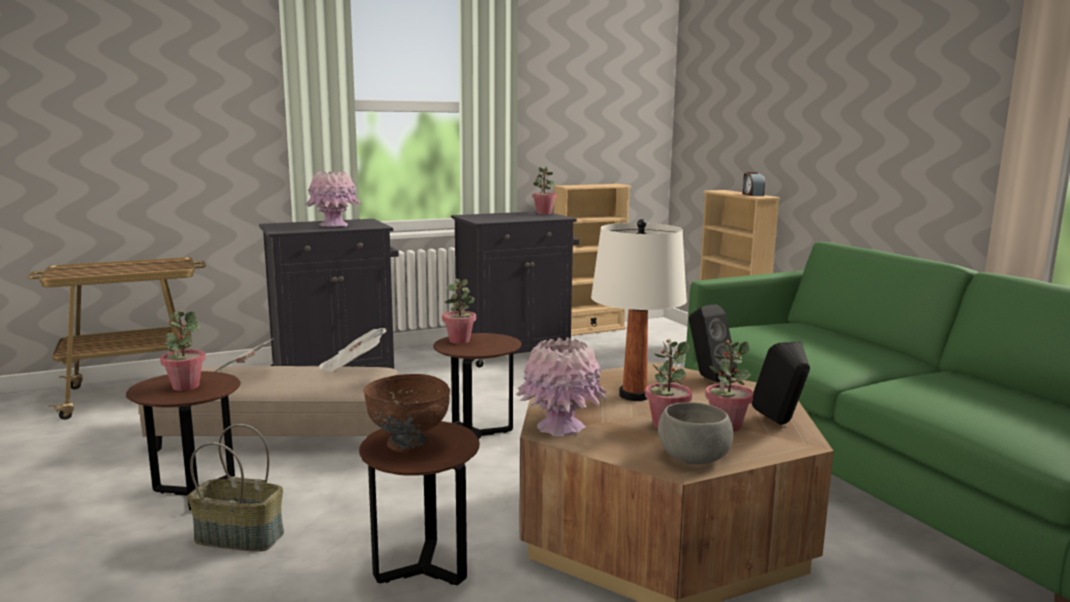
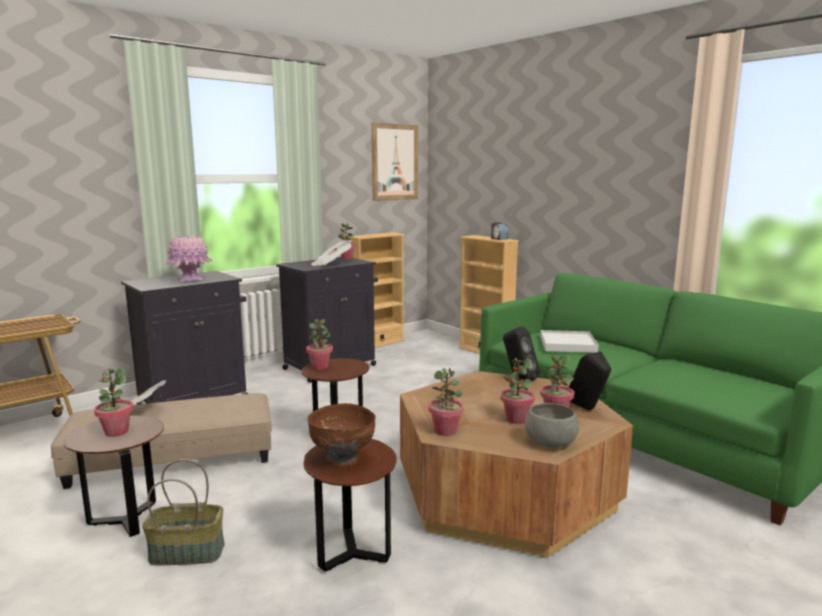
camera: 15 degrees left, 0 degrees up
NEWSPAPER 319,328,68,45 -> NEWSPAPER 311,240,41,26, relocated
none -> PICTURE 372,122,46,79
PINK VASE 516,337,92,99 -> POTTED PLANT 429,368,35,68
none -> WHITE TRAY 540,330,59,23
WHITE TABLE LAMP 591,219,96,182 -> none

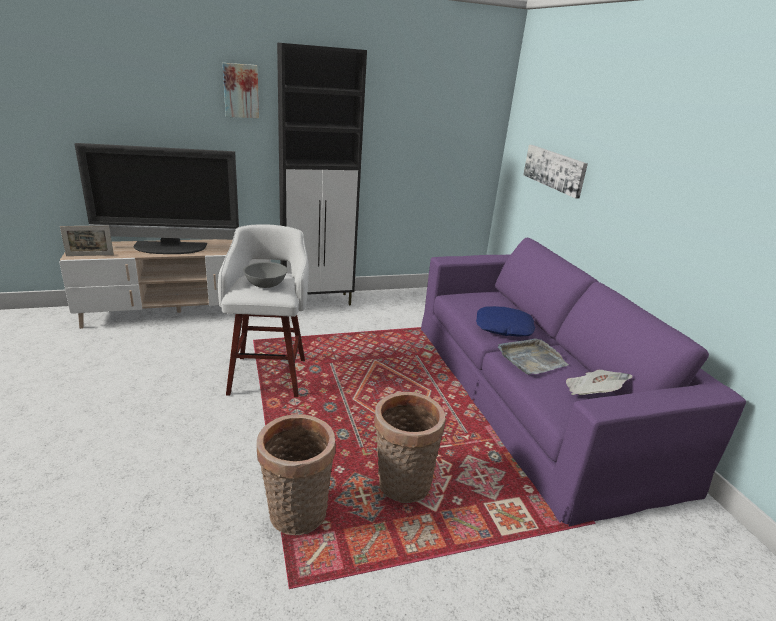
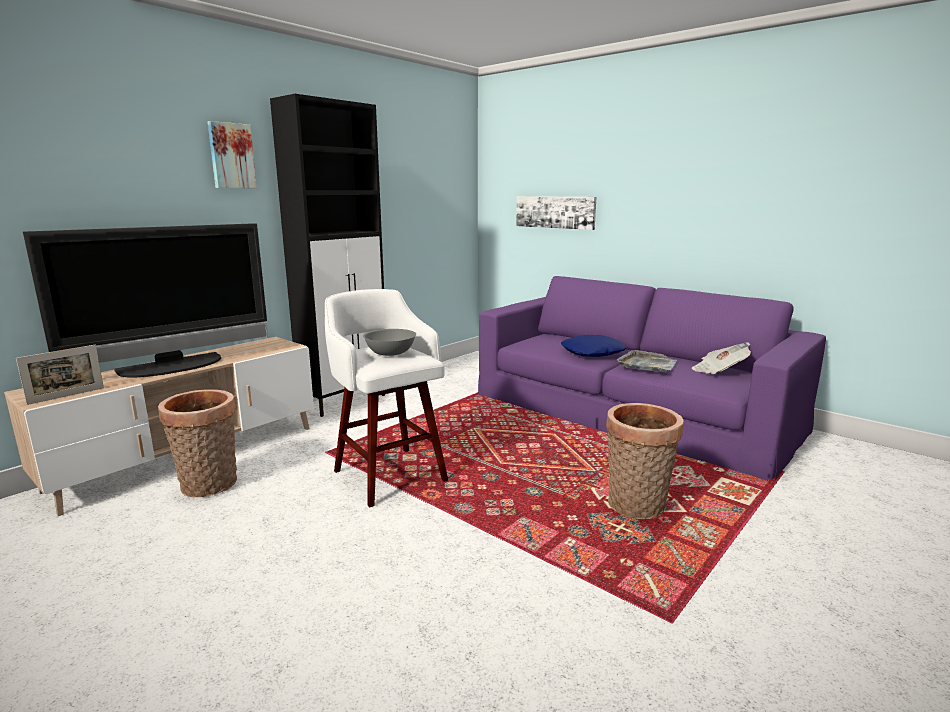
camera: 30 degrees left, 10 degrees down
BASKET 257,414,79,121 -> BASKET 158,389,79,108, relocated

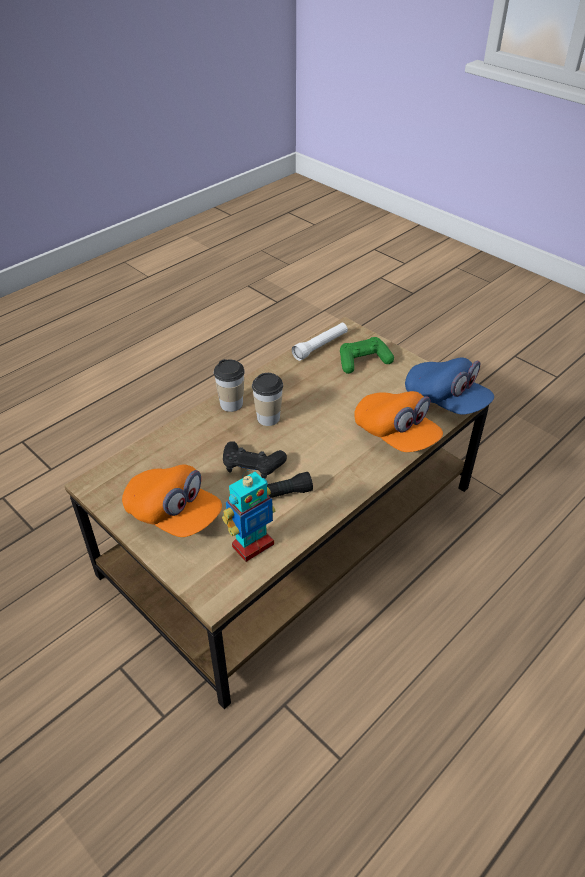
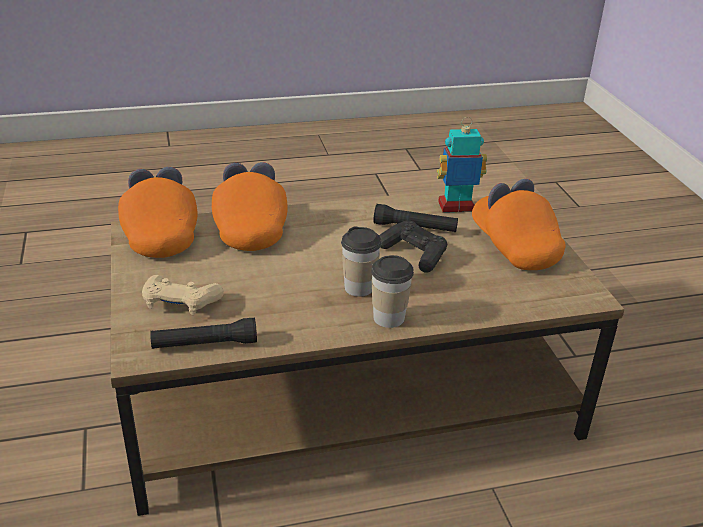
camera: 150 degrees left, 10 degrees down
BLUE CAP 405,358,89,57 -> ORANGE CAP 118,167,79,91
GREEN GAME CONTROLLER 340,337,54,37 -> BEIGE GAME CONTROLLER 142,275,82,40
WHITE FLASHLIGHT 292,323,56,38 -> BLACK FLASHLIGHT 150,318,107,31

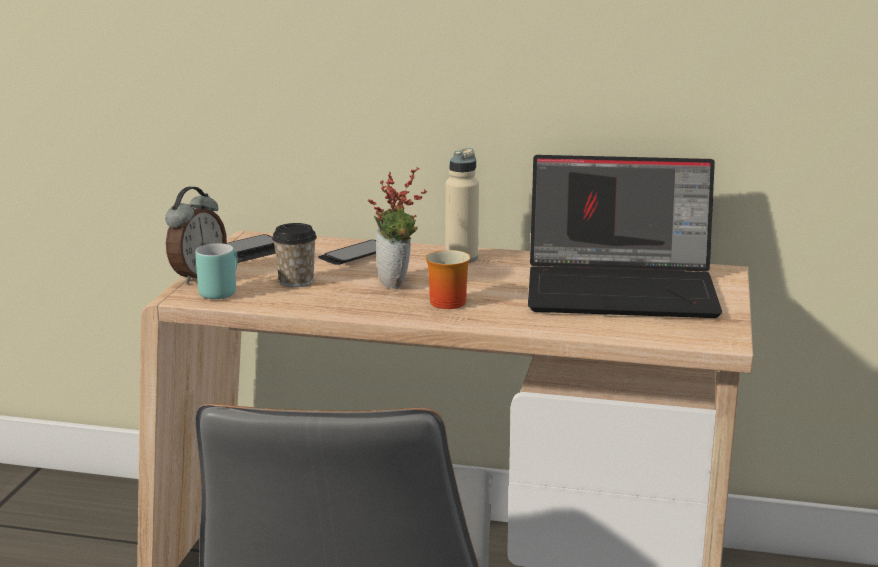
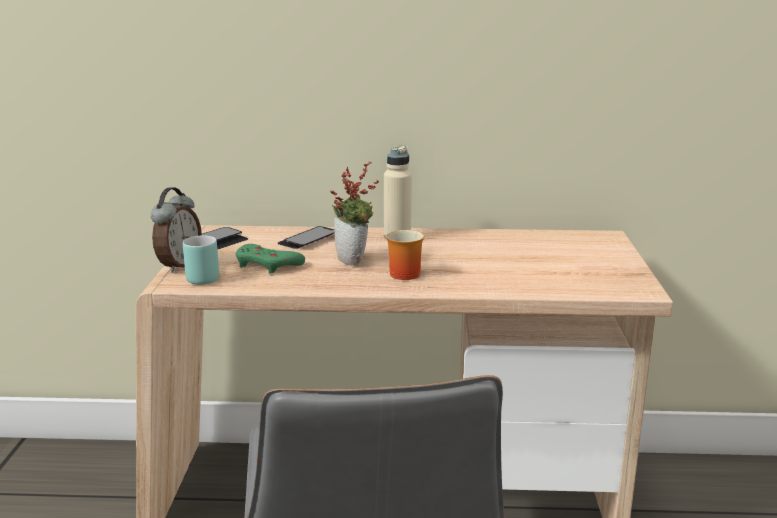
camera: 10 degrees left, 0 degrees up
CUP 272,223,45,64 -> GREEN GAME CONTROLLER 236,244,69,30
LAPTOP 528,155,194,163 -> none

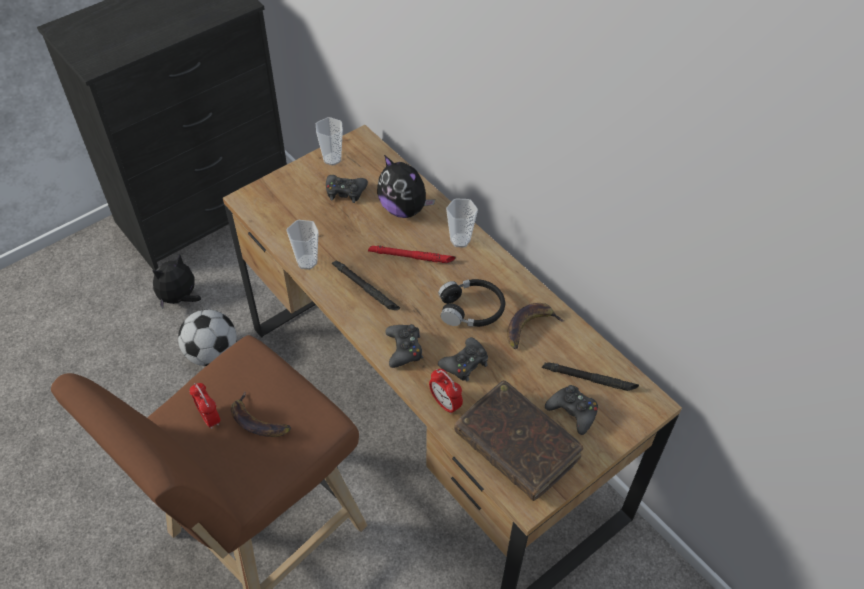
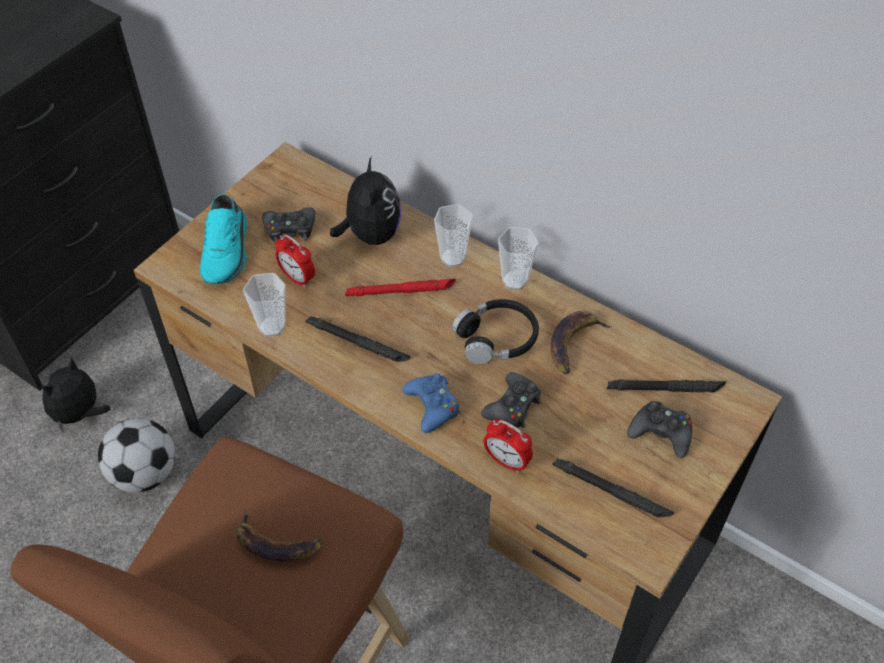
camera: 15 degrees left, 0 degrees up
none -> TURQUOISE SHOE 200,194,48,90
ALARM CLOCK 190,383,30,46 -> ALARM CLOCK 275,234,40,54, relocated
PLUSH TOY 377,155,58,63 -> PLUSH TOY 330,155,72,90, 120 degrees counterclockwise
BLACK GAME CONTROLLER 385,324,38,44 -> BLUE GAME CONTROLLER 403,373,57,60
CUP 316,117,27,48 -> CUP 498,227,41,63, relocated
BROWN BOOK 454,380,129,121 -> BLACK FLASHLIGHT 552,458,122,59

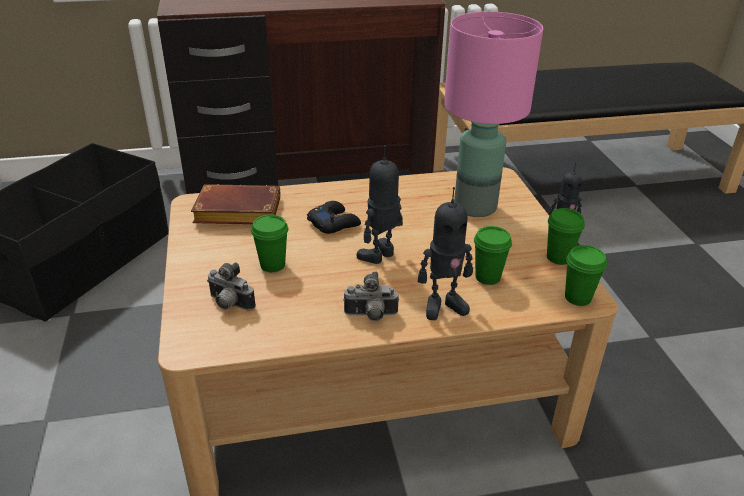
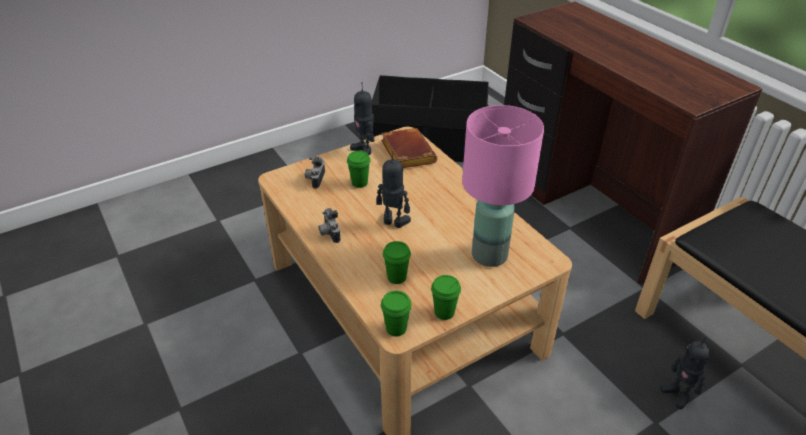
camera: 70 degrees right, 5 degrees up
TOY ROBOT 418,187,55,133 -> TOY ROBOT 350,82,25,73, relocated
BLACK GAME CONTROLLER 307,201,54,33 -> none

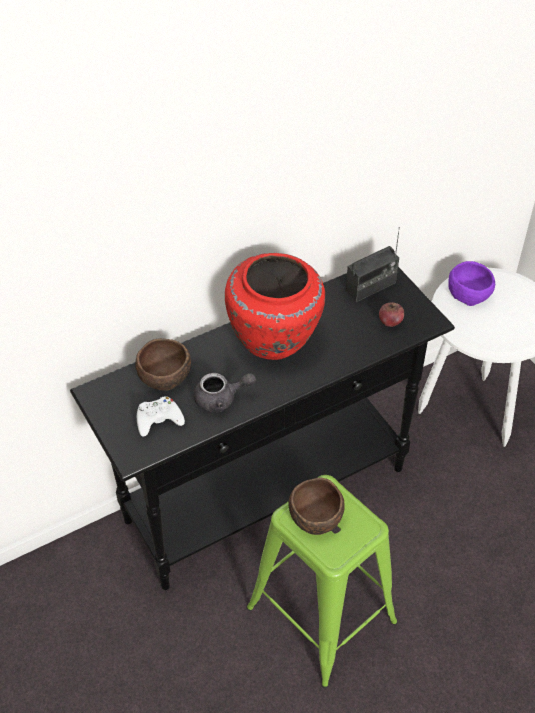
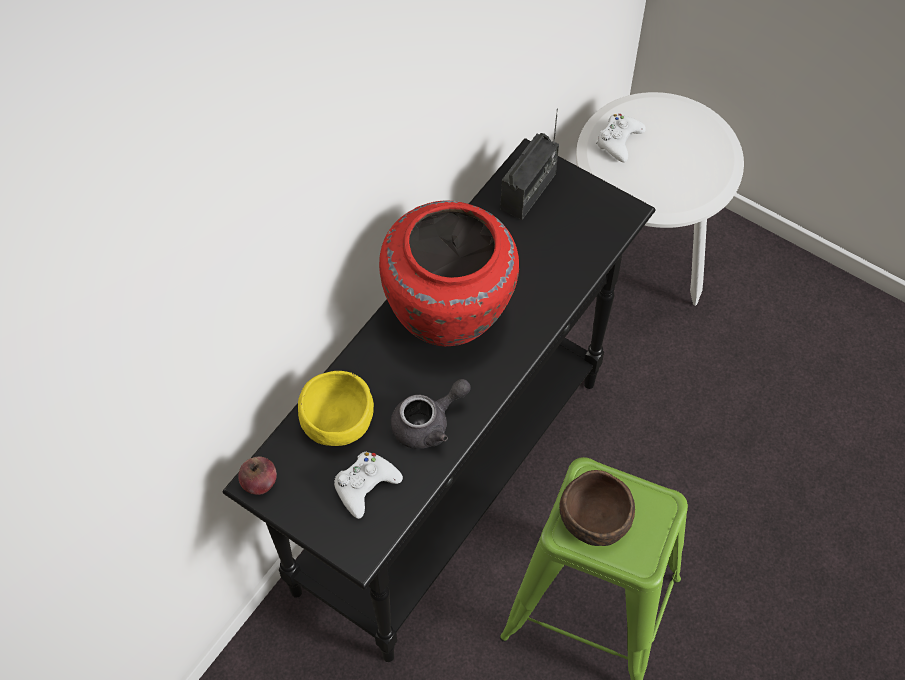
camera: 25 degrees left, 10 degrees up
APPLE 379,302,25,25 -> APPLE 238,456,39,39, relocated
BROWN BOWL 135,338,56,53 -> YELLOW BOWL 298,371,76,75
PURPLE BOWL 448,261,47,45 -> WHITE GAME CONTROLLER 596,114,50,48

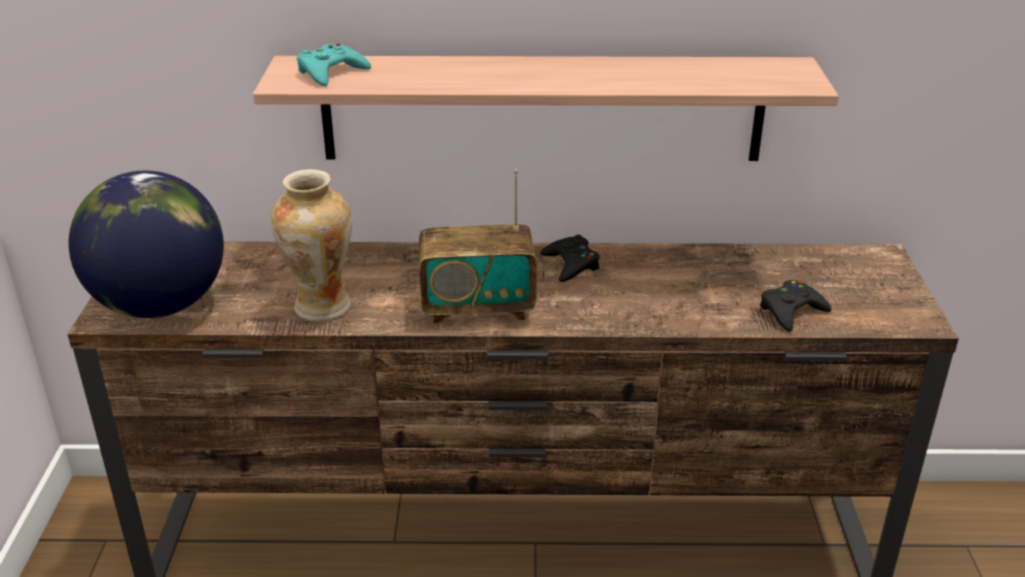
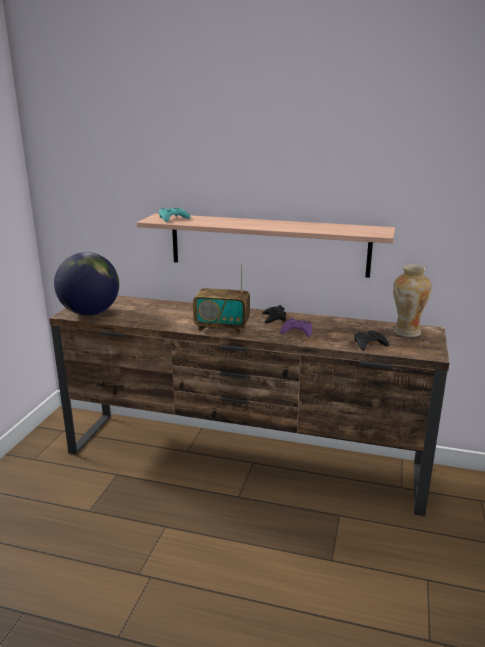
camera: 15 degrees right, 10 degrees down
none -> PURPLE GAME CONTROLLER 280,318,32,20
VASE 271,169,81,153 -> VASE 393,265,39,72, relocated

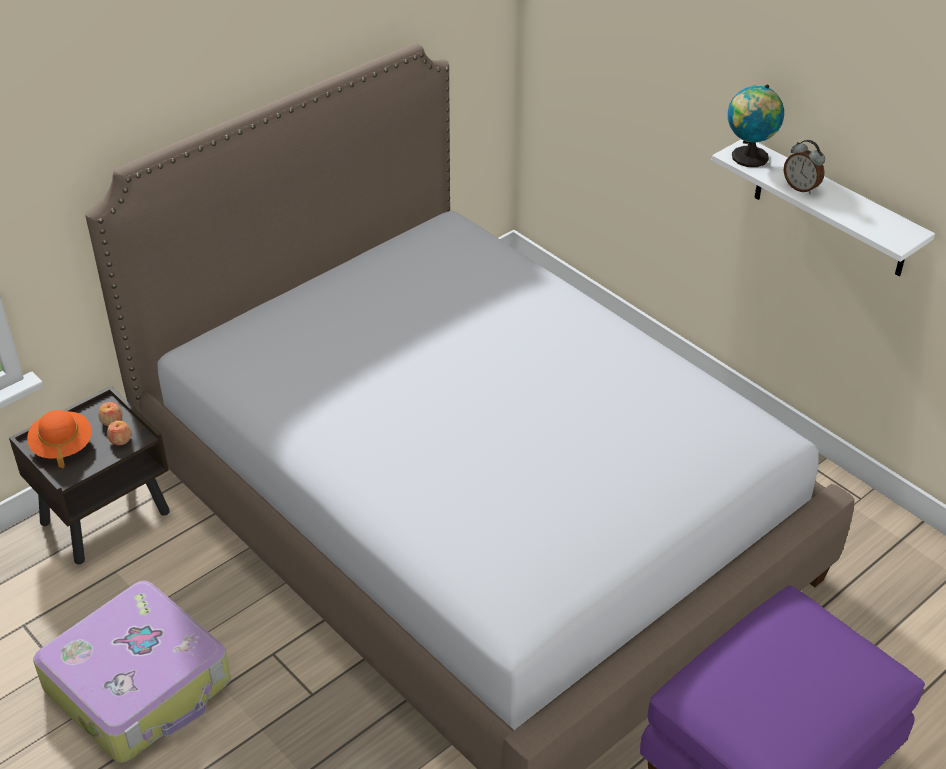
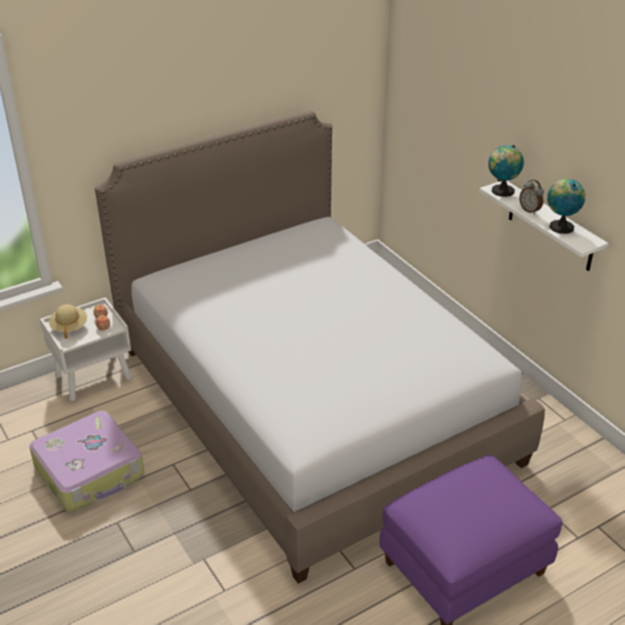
camera: 10 degrees right, 5 degrees down
BROWN NIGHTSTAND 9,386,161,178 -> WHITE NIGHTSTAND 40,297,92,104
ORANGE HAT 27,410,65,58 -> BEIGE HAT 49,304,38,35
none -> GLOBE 547,179,38,55

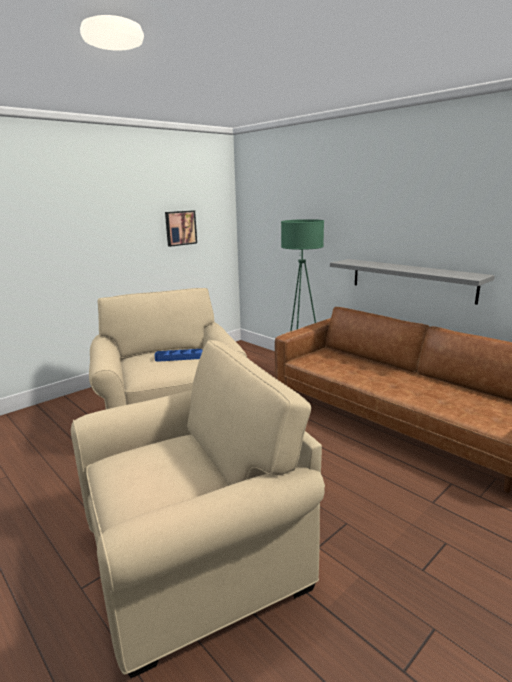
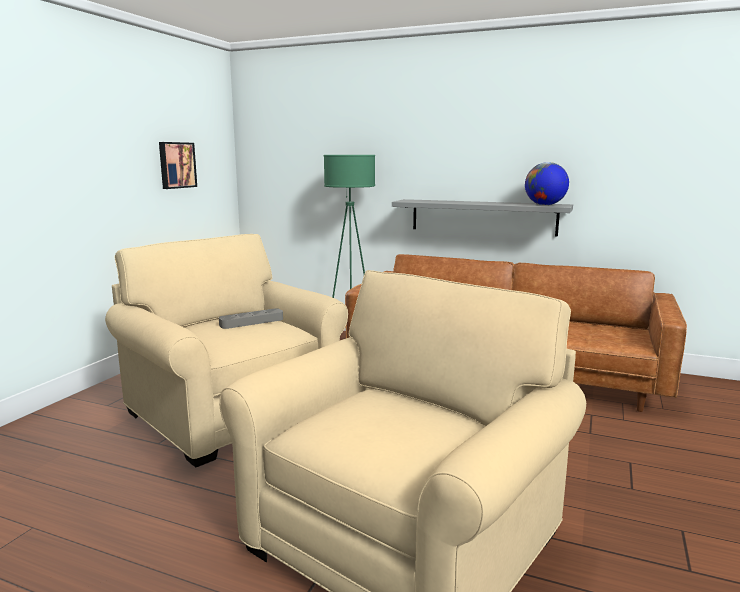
camera: 25 degrees left, 5 degrees down
BLUE TRAY 155,349,48,13 -> GREY TRAY 219,308,64,21
none -> GLOBE 525,162,44,43

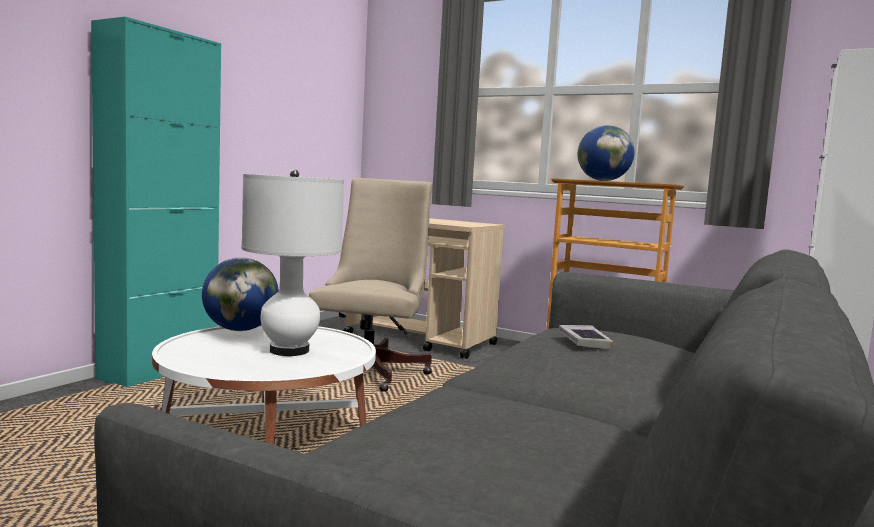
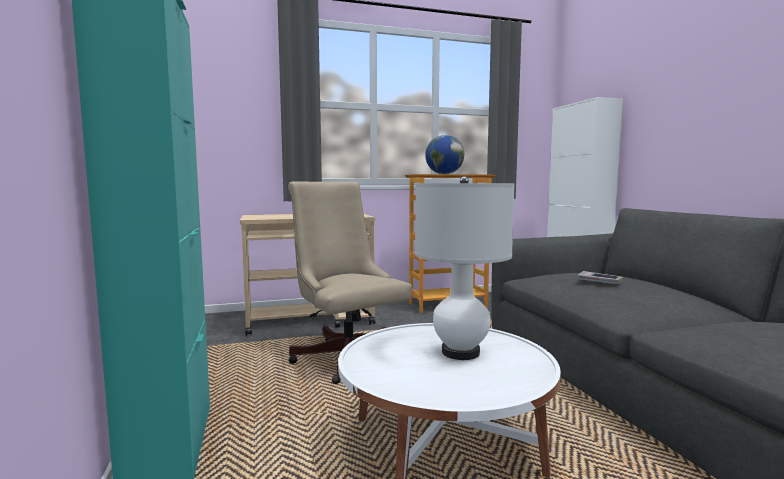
camera: 45 degrees left, 0 degrees up
GLOBE 202,257,77,74 -> none

